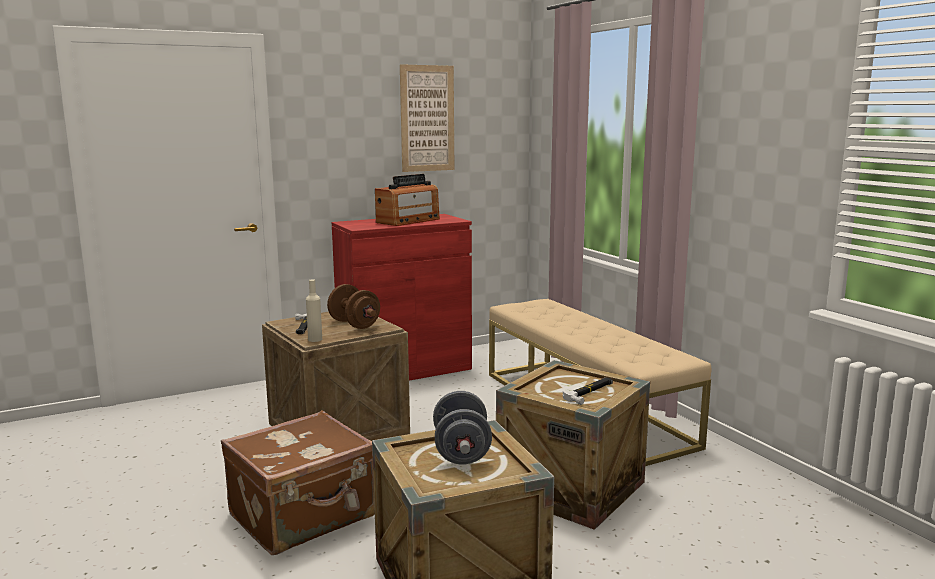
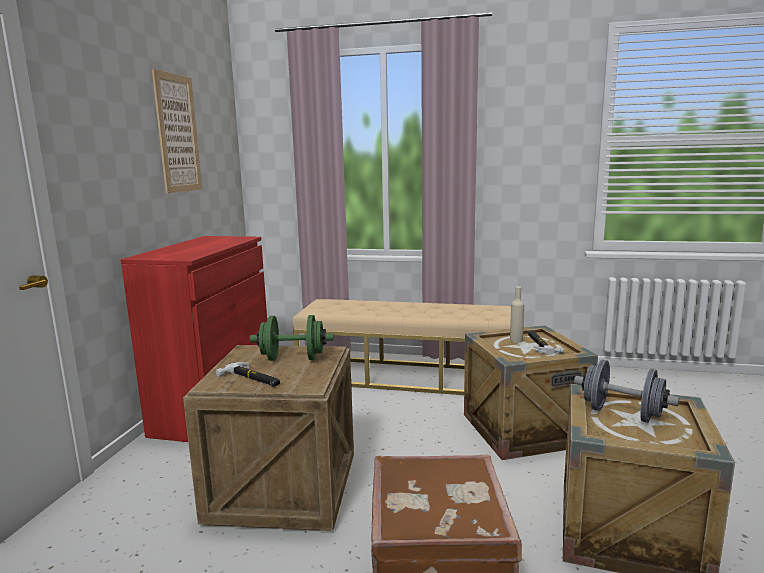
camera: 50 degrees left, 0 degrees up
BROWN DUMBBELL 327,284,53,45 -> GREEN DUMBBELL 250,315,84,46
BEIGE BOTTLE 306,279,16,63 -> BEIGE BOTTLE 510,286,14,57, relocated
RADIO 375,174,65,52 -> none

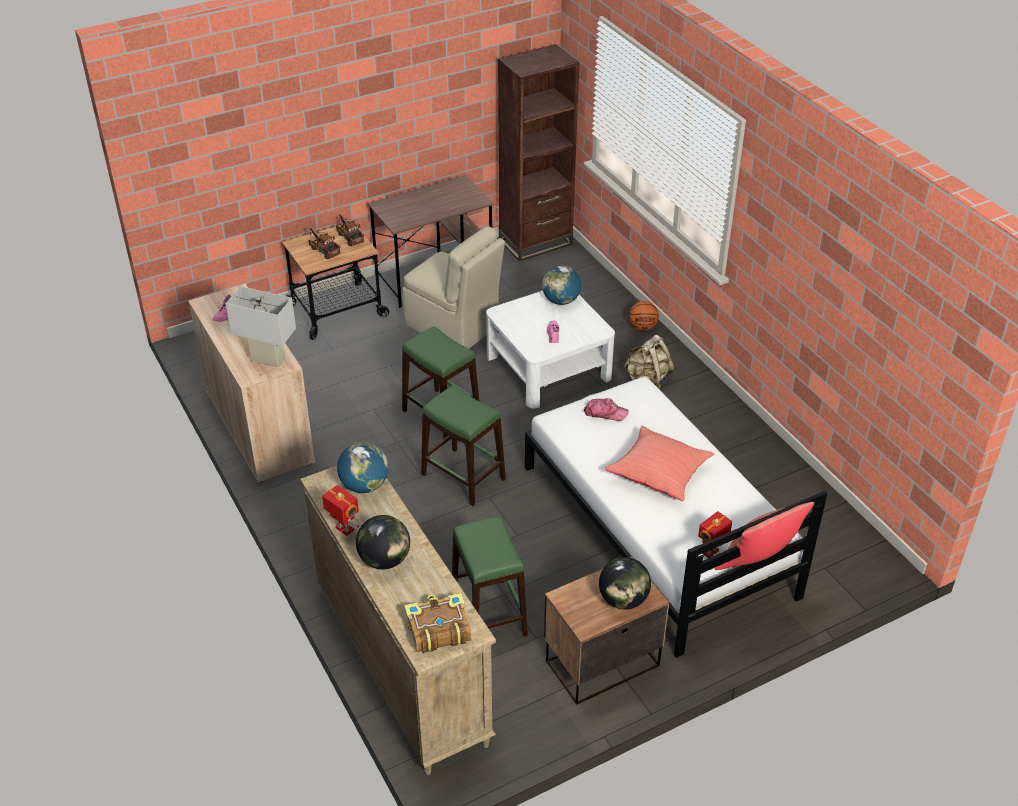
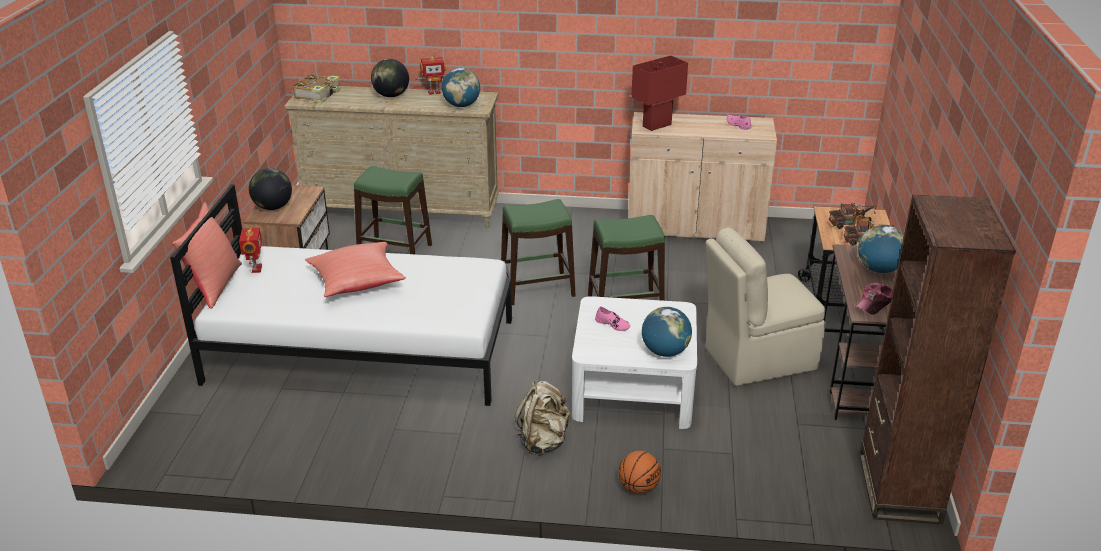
camera: 125 degrees right, 10 degrees down
WHITE TABLE LAMP 226,286,70,81 -> RED TABLE LAMP 631,55,57,76
CAP 584,398,45,23 -> CAP 855,283,38,32, relocated
none -> GLOBE 858,225,46,48

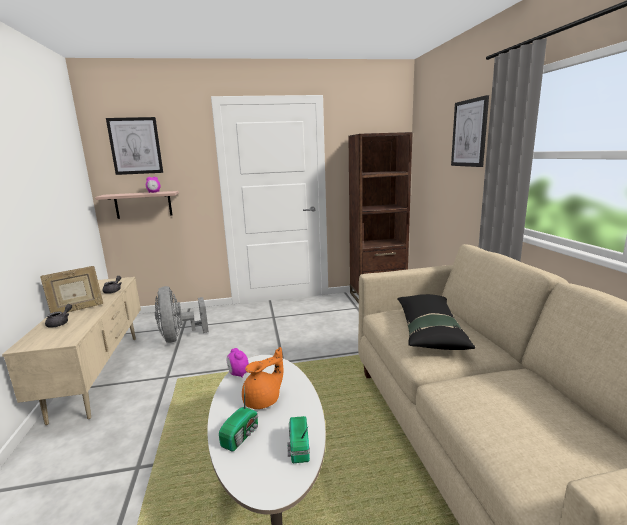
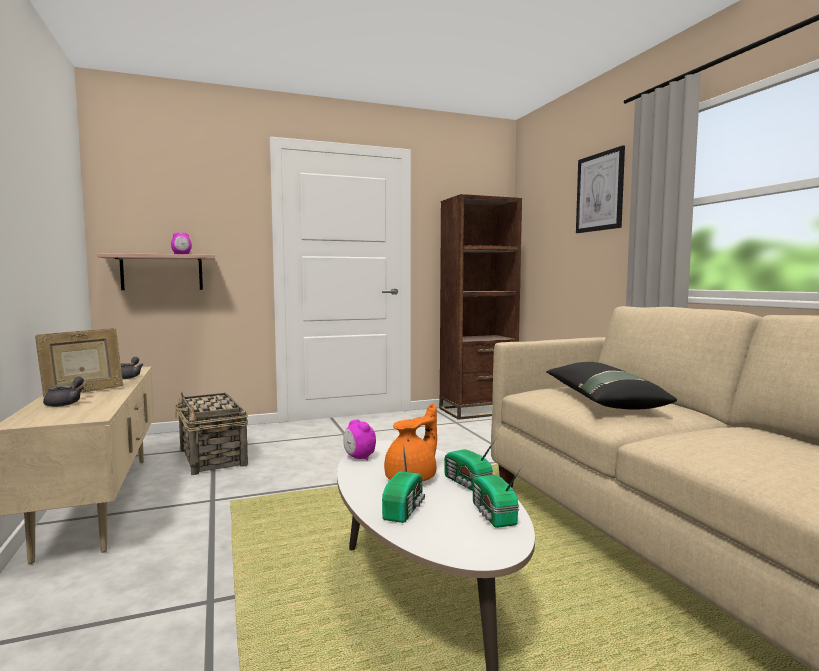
camera: 10 degrees left, 10 degrees down
GREY FAN 155,286,54,57 -> BASKET 175,392,73,83
none -> RADIO 444,437,53,54
PICTURE 106,117,57,58 -> none

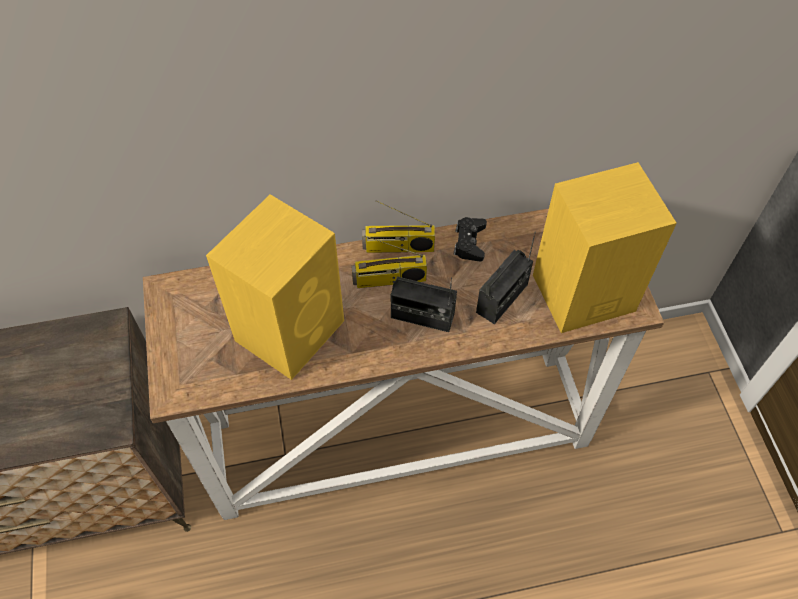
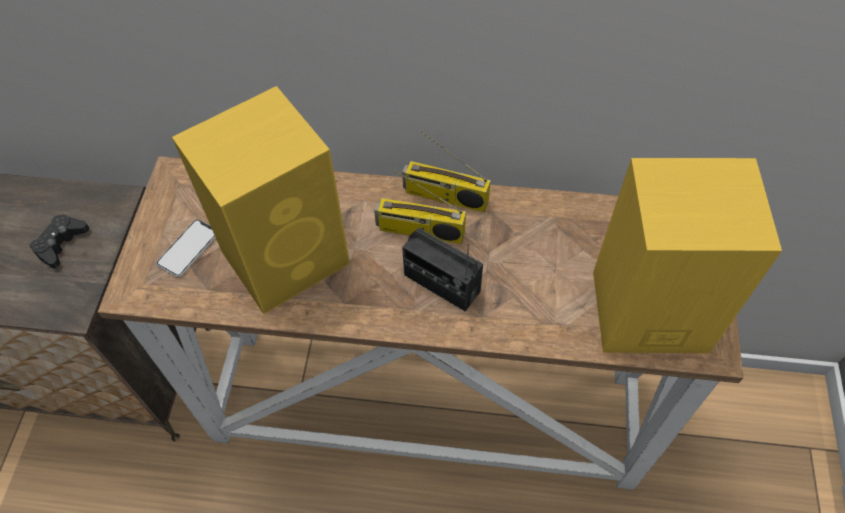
camera: 20 degrees right, 0 degrees up
BLACK GAME CONTROLLER 454,217,33,44 -> BLACK GAME CONTROLLER 29,215,60,53, relocated
none -> PHONE 156,219,60,58
RADIO 476,232,60,92 -> none

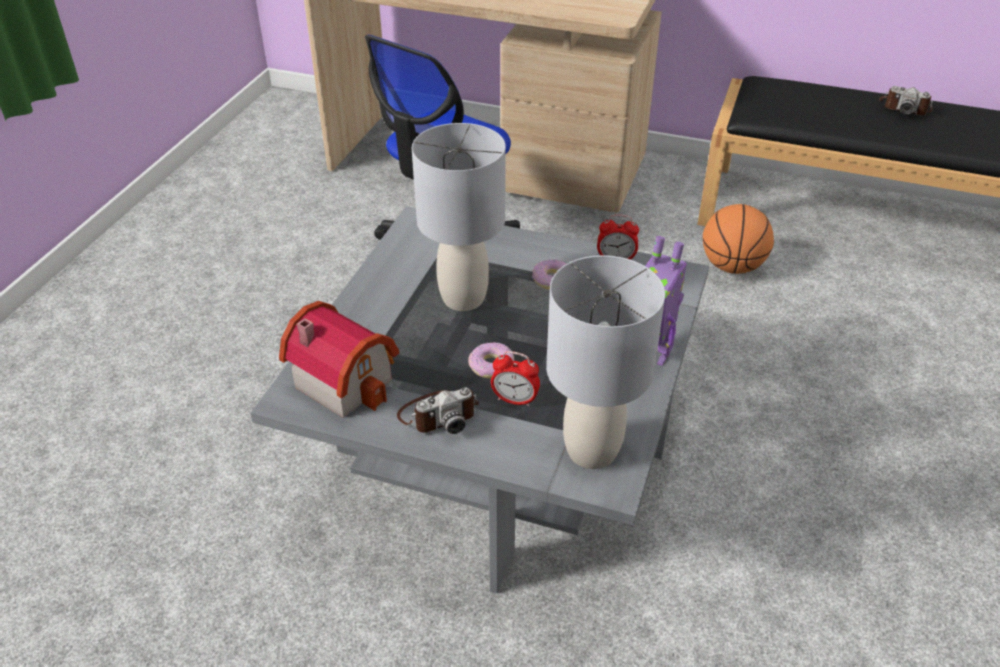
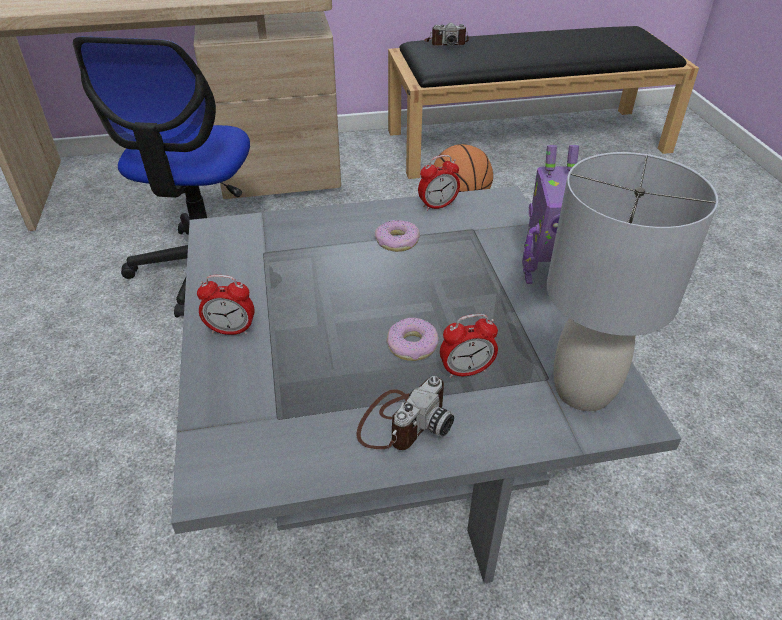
camera: 30 degrees left, 0 degrees up
none -> ALARM CLOCK 197,275,57,60
PHOTO CAMERA 879,86,54,30 -> PHOTO CAMERA 424,22,45,24, relocated
TOY HOUSE 279,301,120,117 -> none
GREY TABLE LAMP 412,123,94,188 -> none

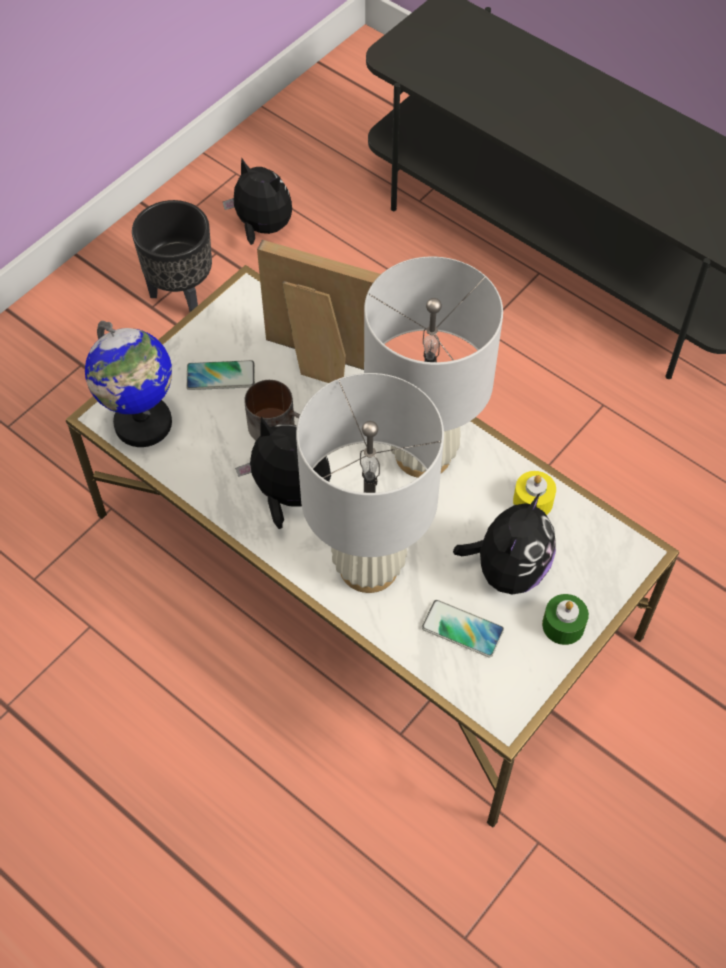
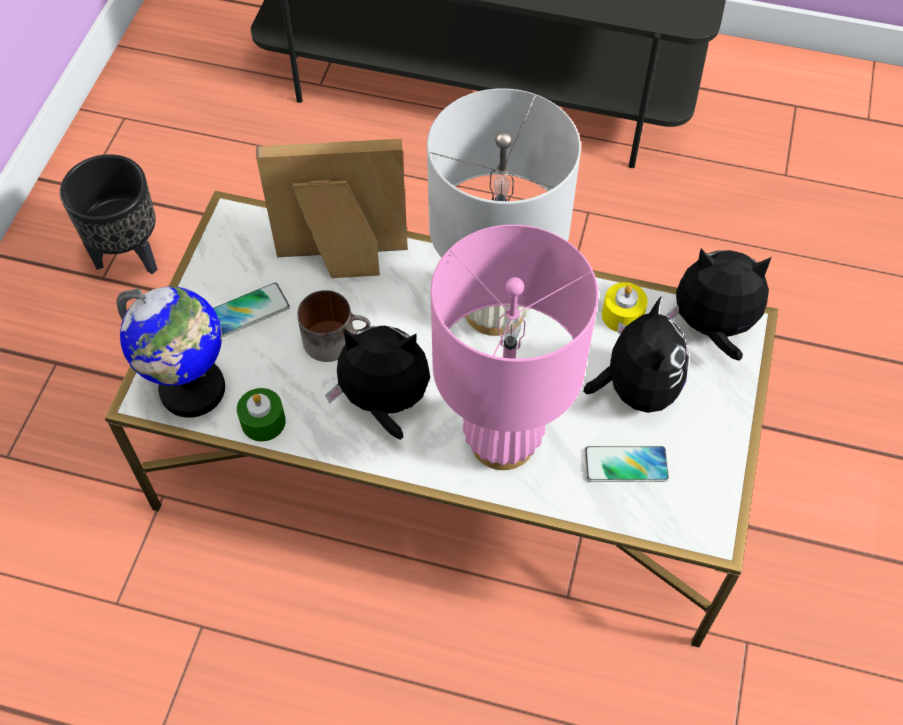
camera: 25 degrees left, 0 degrees up
GREEN CANDLE 542,594,47,51 -> GREEN CANDLE 237,388,49,54, relocated
WHITE TABLE LAMP 296,373,148,220 -> PINK TABLE LAMP 431,225,168,245
PLUSH TOY 223,158,69,87 -> PLUSH TOY 667,249,104,112, relocated

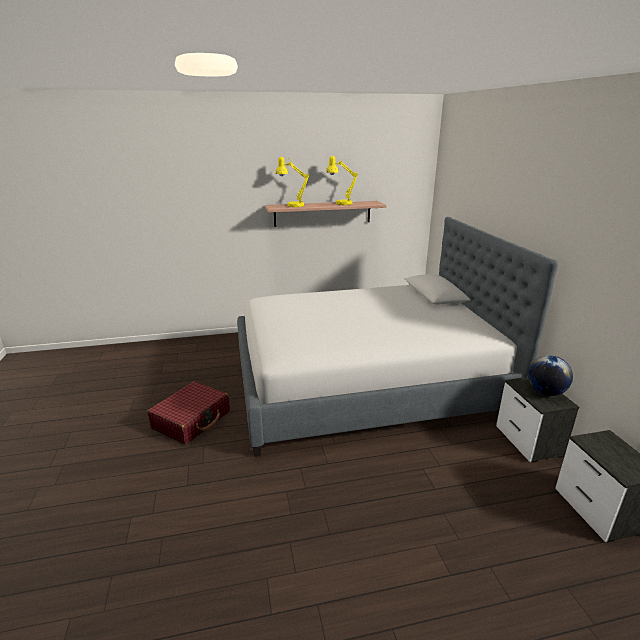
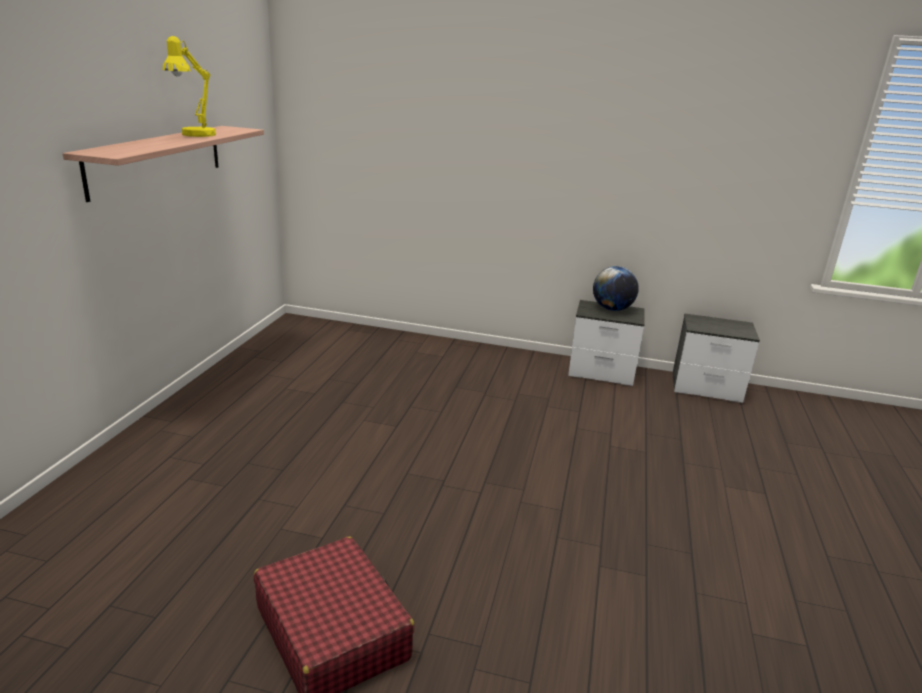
camera: 65 degrees left, 0 degrees up
BED 237,217,321,240 -> none
YELLOW TABLE LAMP 275,157,34,50 -> none

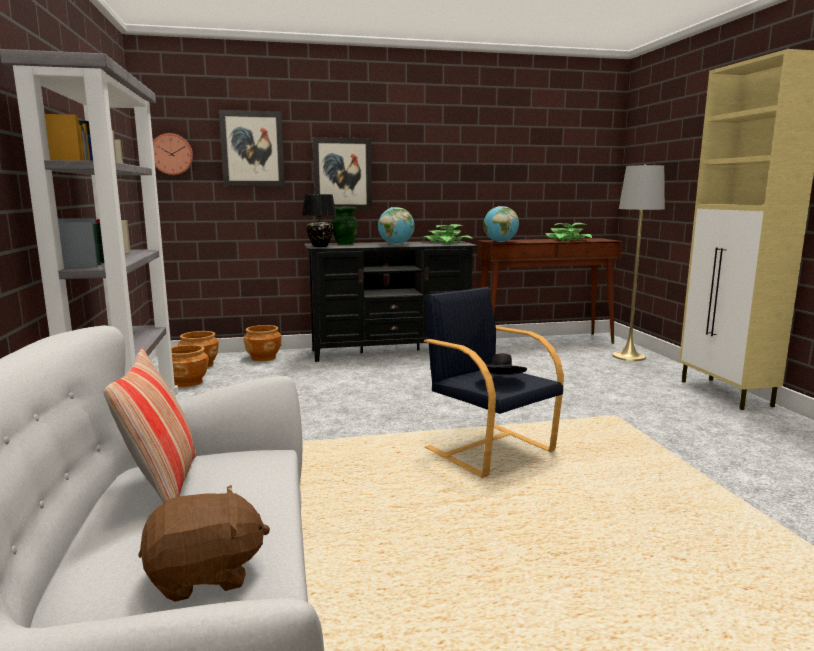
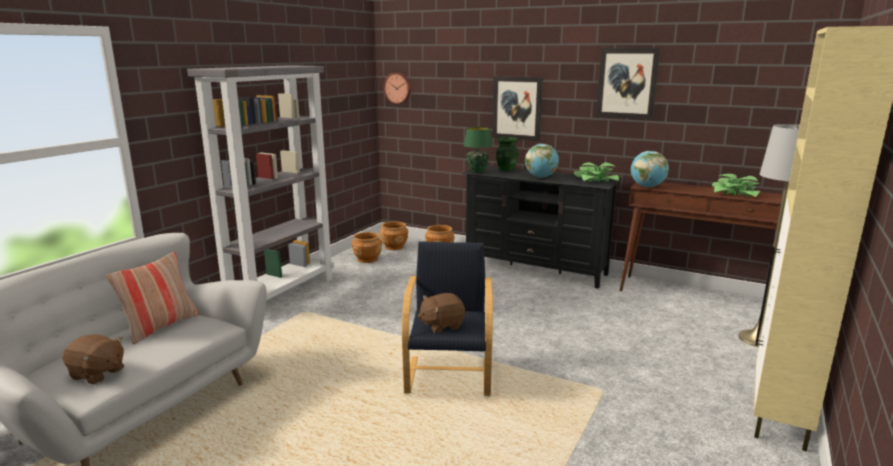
camera: 40 degrees right, 5 degrees up
BLACK HAT 476,353,51,22 -> BROWN PLUSH TOY 418,293,47,40
BLACK TABLE LAMP 302,194,34,53 -> GREEN TABLE LAMP 464,127,28,46
PICTURE 219,110,66,76 -> PICTURE 596,48,65,72, relocated

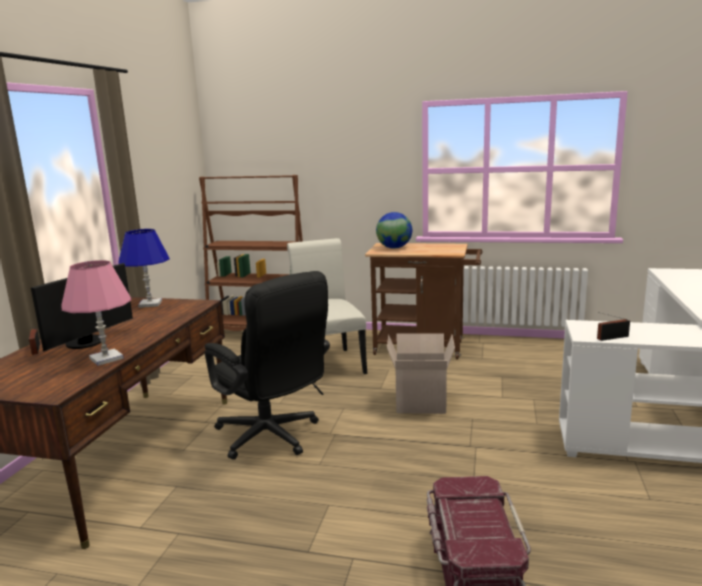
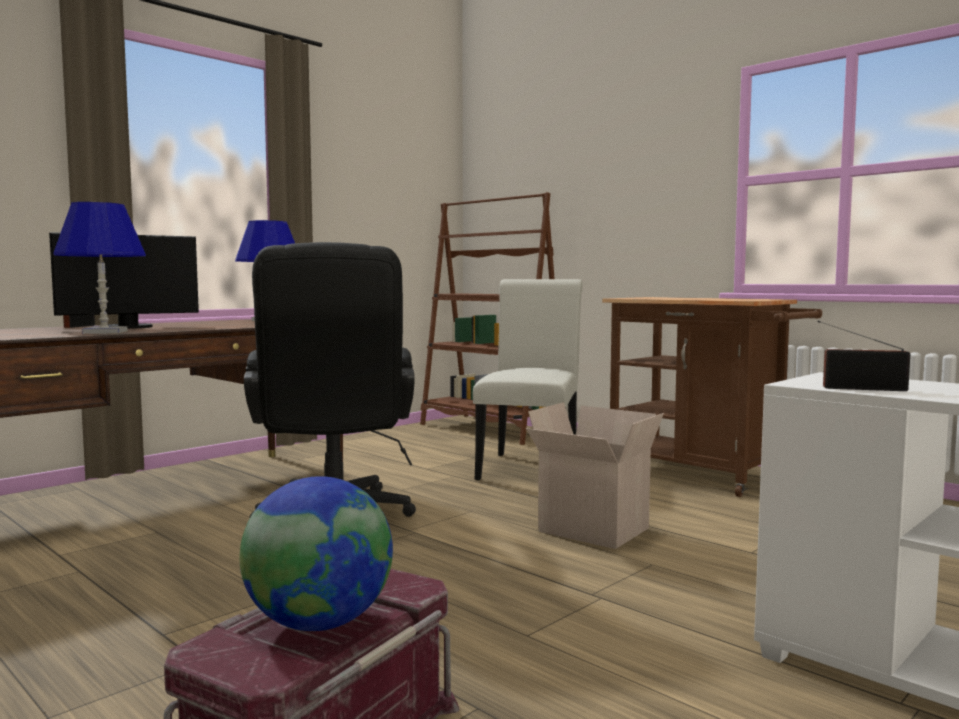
camera: 30 degrees right, 10 degrees down
PINK TABLE LAMP 62,260,69,106 -> BLUE TABLE LAMP 53,202,93,132
GLOBE 376,212,36,37 -> GLOBE 240,476,153,155, relocated

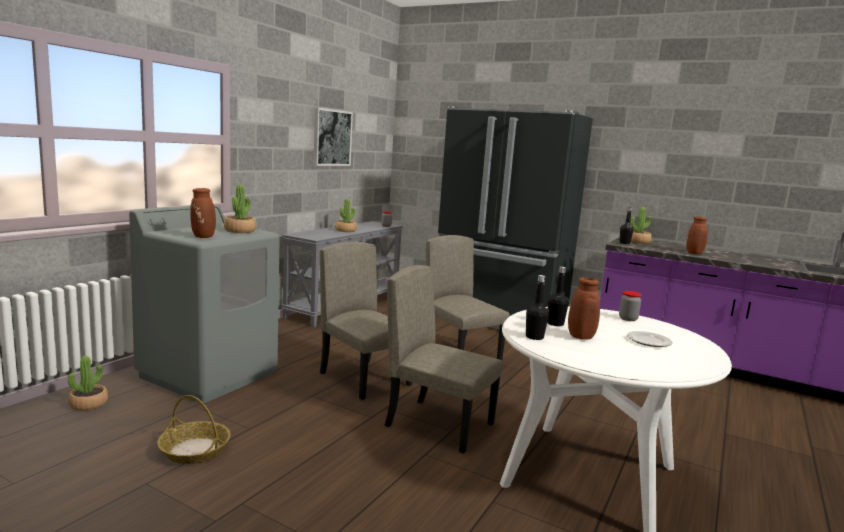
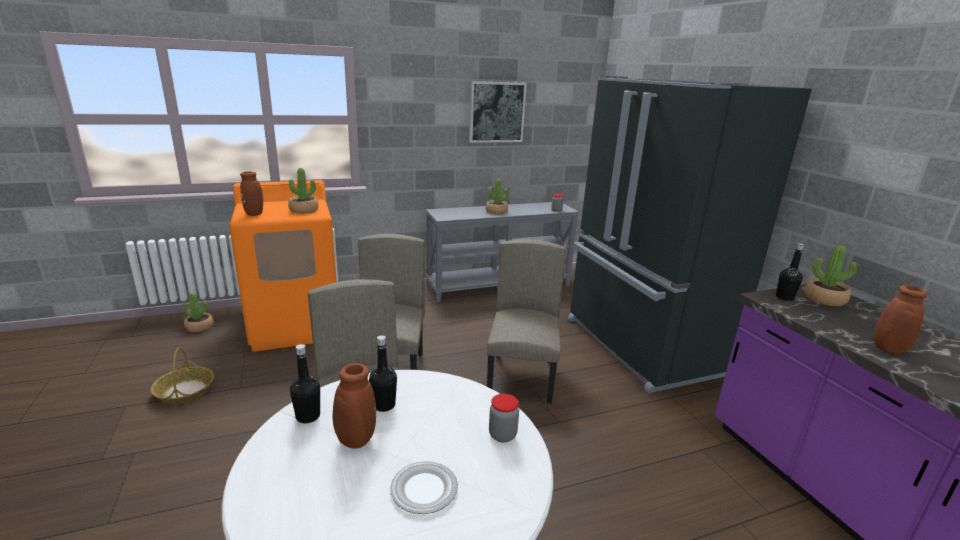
camera: 40 degrees right, 10 degrees up
GREY WASHING MACHINE 129,204,151,199 -> ORANGE WASHING MACHINE 229,180,108,172

